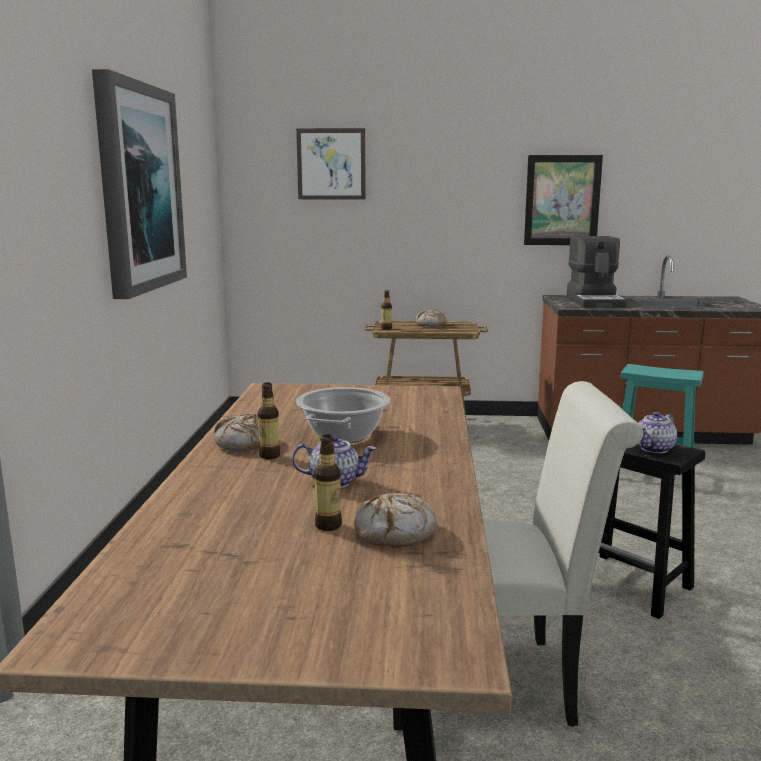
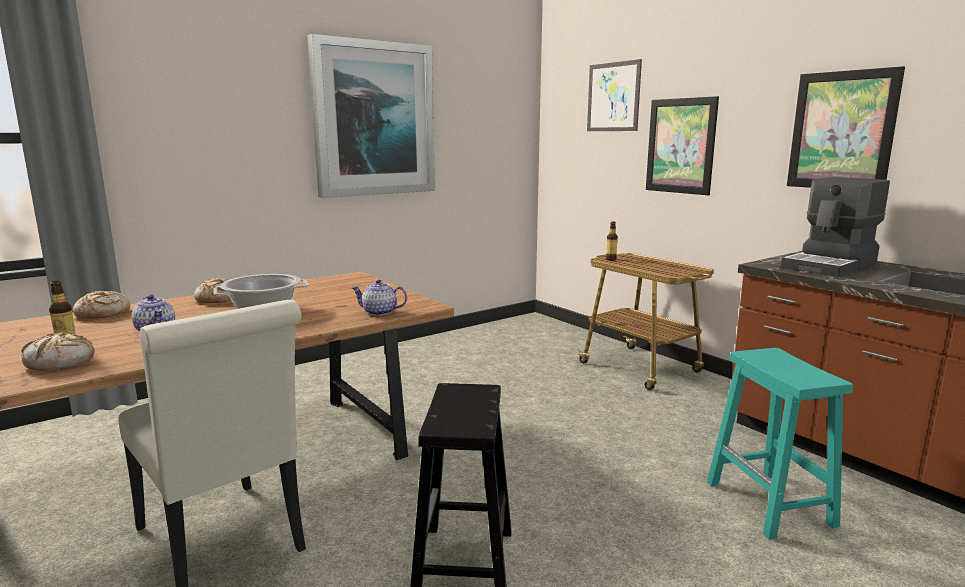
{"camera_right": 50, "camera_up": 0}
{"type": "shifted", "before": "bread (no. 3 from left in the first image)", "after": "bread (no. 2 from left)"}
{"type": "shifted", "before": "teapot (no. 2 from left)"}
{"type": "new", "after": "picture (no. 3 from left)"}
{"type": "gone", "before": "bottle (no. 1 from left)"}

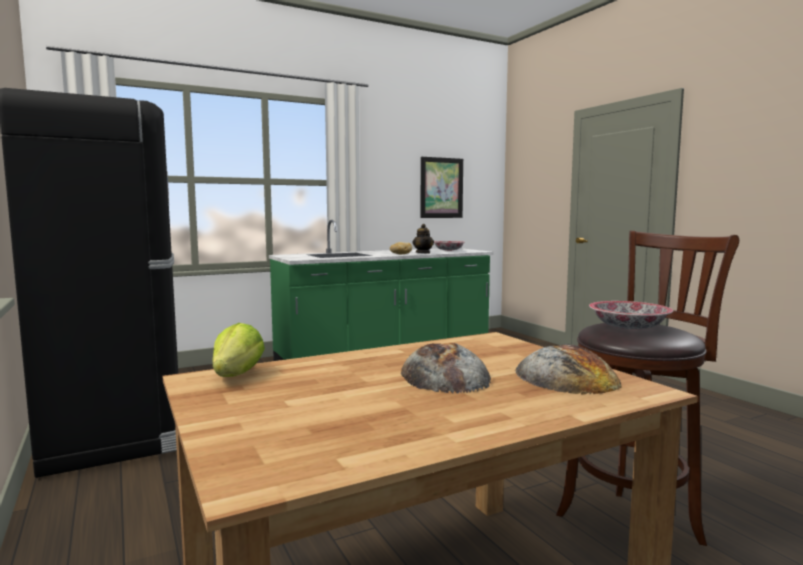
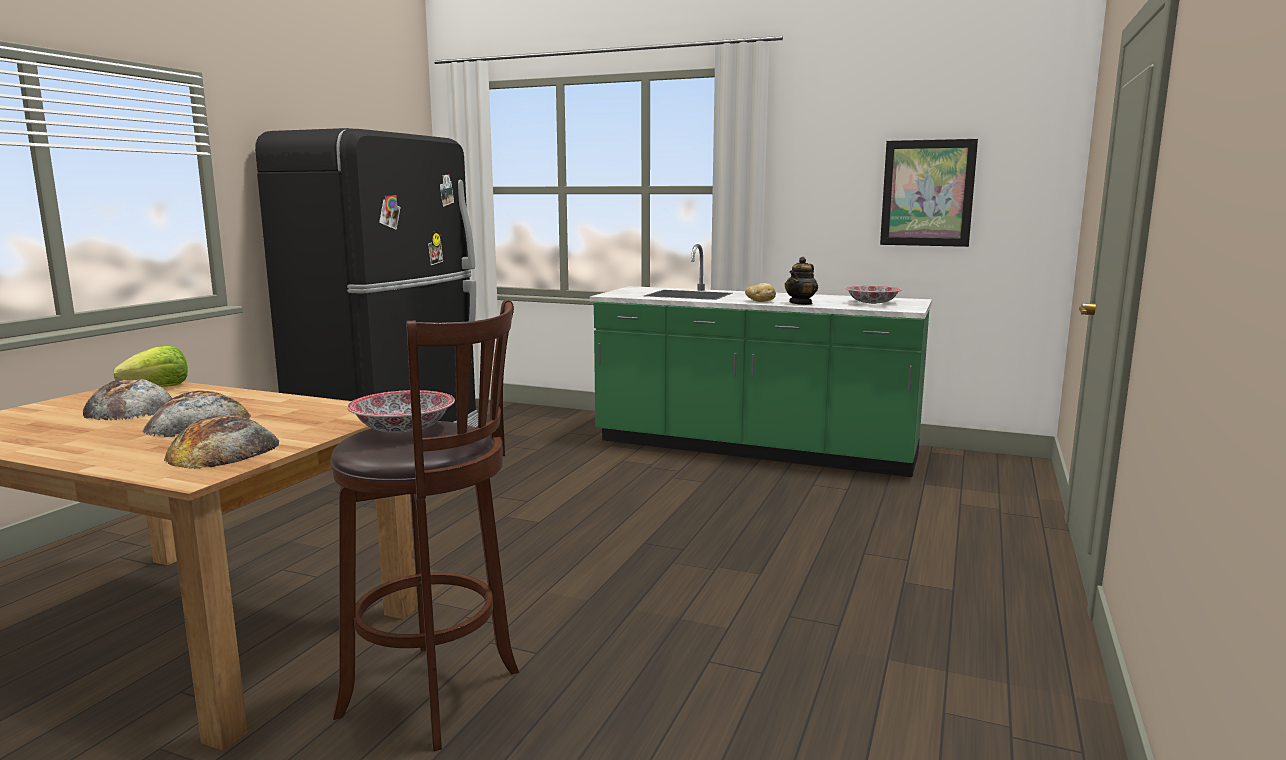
{"camera_right": 50, "camera_up": 5}
{"type": "new", "after": "bread (no. 1 from left)"}

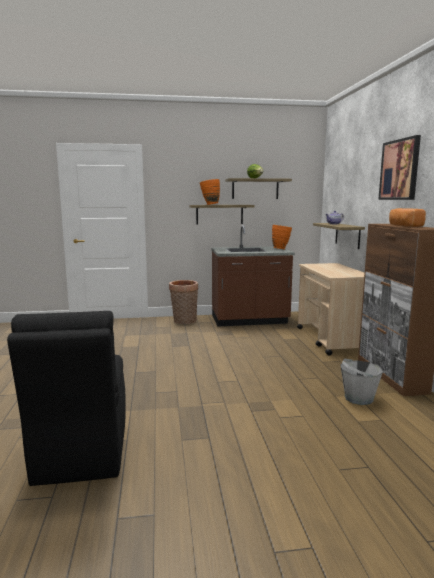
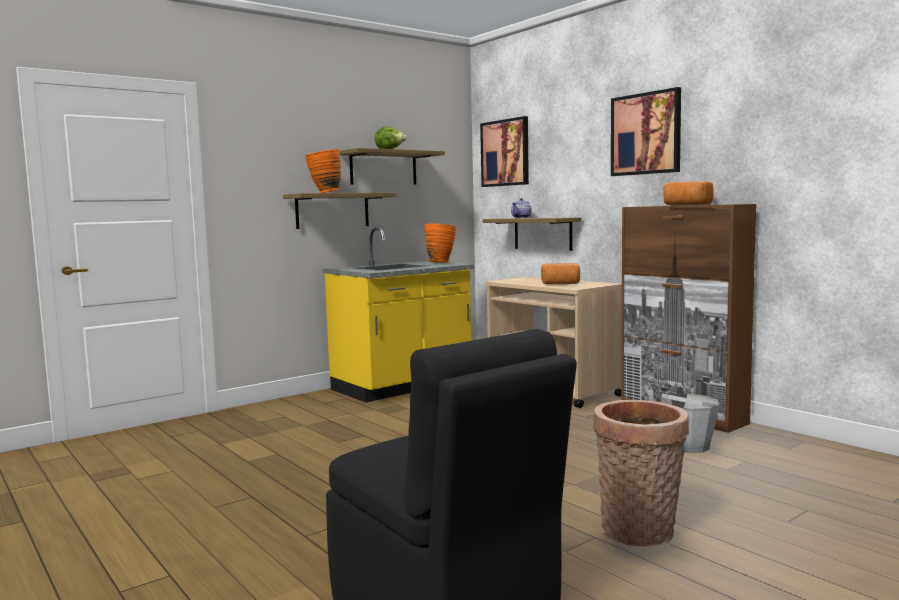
{"camera_right": -30, "camera_up": -5}
{"type": "repainted", "before": "brown counter", "after": "yellow counter"}
{"type": "new", "after": "picture (no. 1 from left)"}
{"type": "new", "after": "bread (no. 1 from left)"}
{"type": "shifted", "before": "basket"}

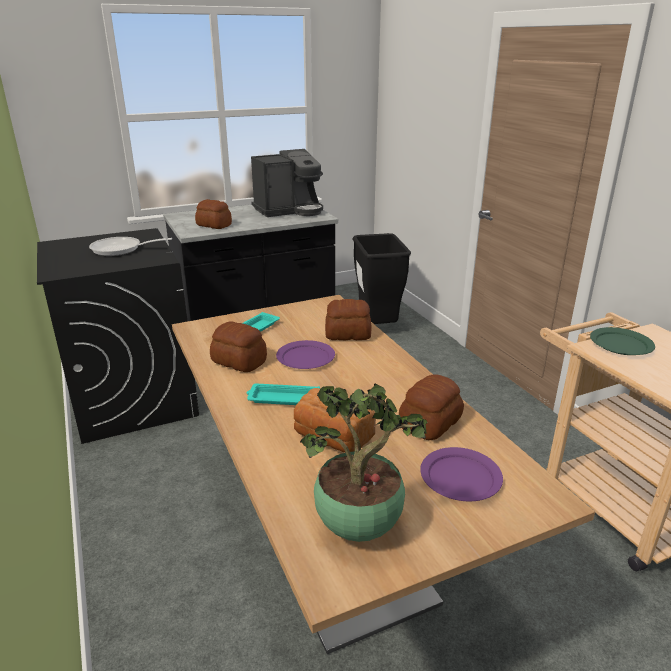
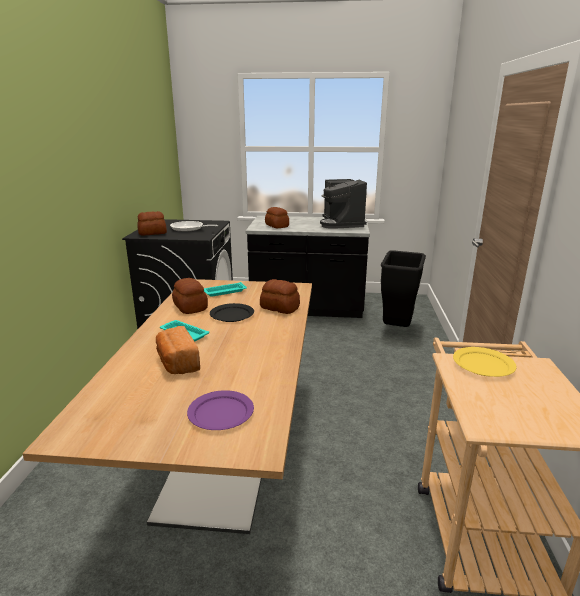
{"camera_right": 30, "camera_up": -5}
{"type": "shifted", "before": "bread (no. 5 from left in the first image)", "after": "bread (no. 1 from left)"}
{"type": "repainted", "before": "purple plate (no. 1 from left)", "after": "black plate"}
{"type": "rotated", "before": "coffee machine", "turn": 75}
{"type": "repainted", "before": "green plate", "after": "yellow plate"}
{"type": "gone", "before": "potted plant"}

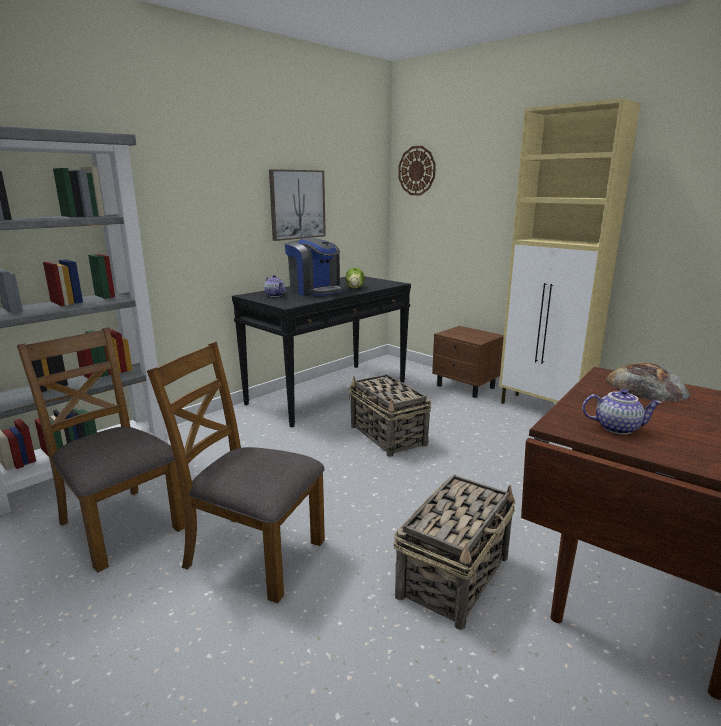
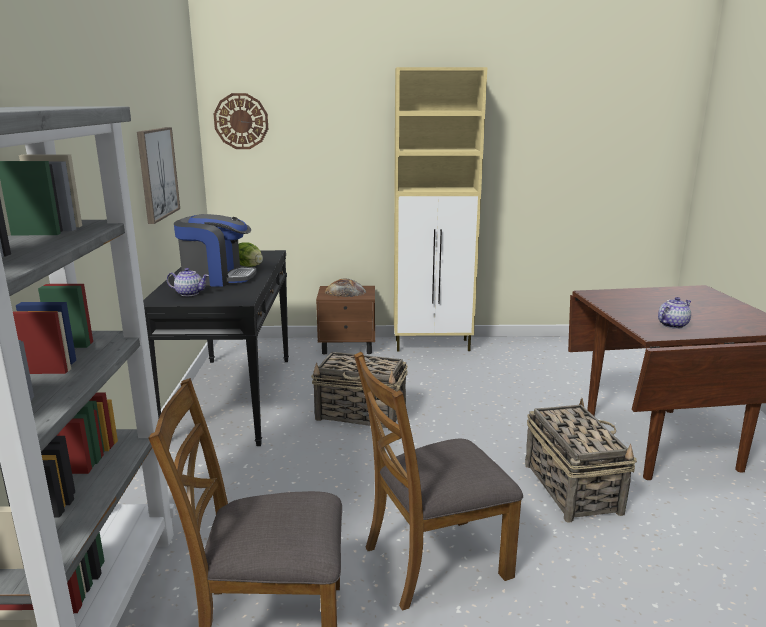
{"camera_right": -45, "camera_up": 0}
{"type": "shifted", "before": "bread"}

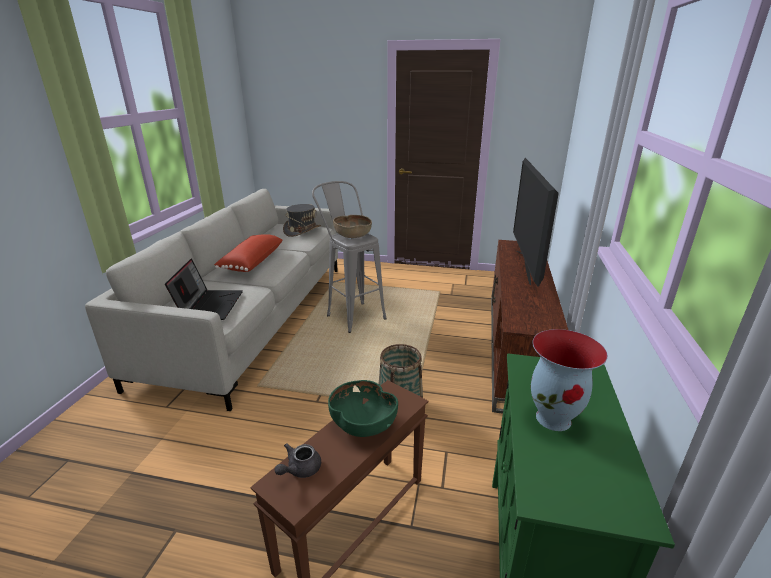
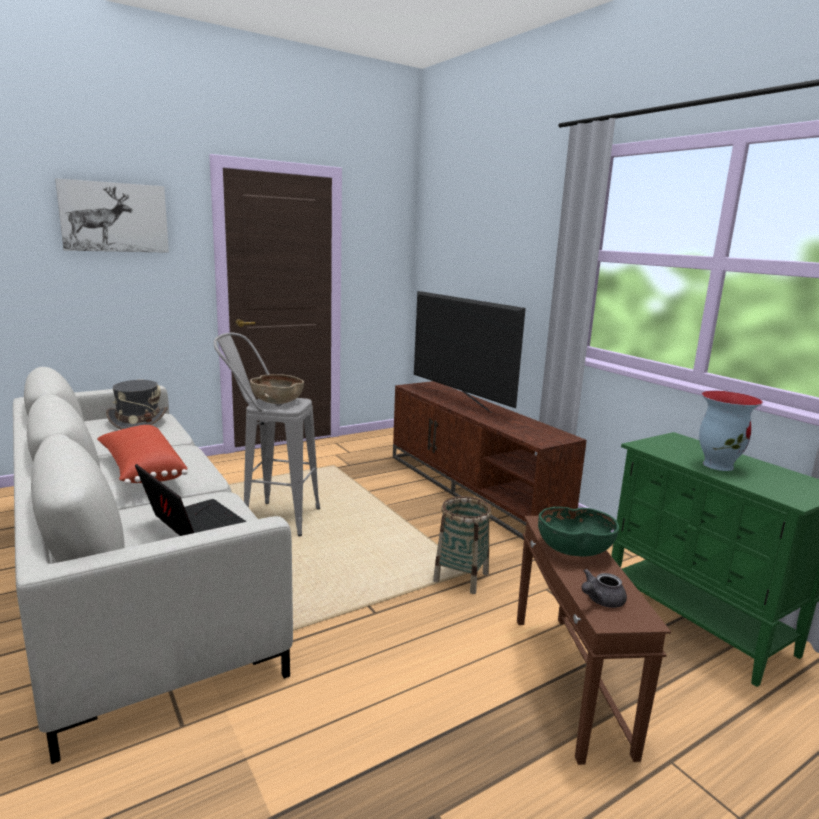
{"camera_right": -45, "camera_up": -10}
{"type": "new", "after": "picture"}
{"type": "rotated", "before": "grey teapot", "turn": 60}

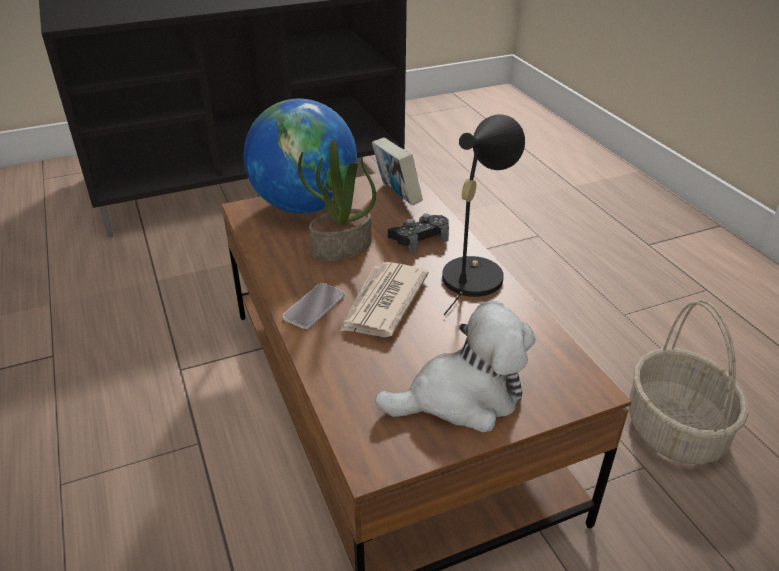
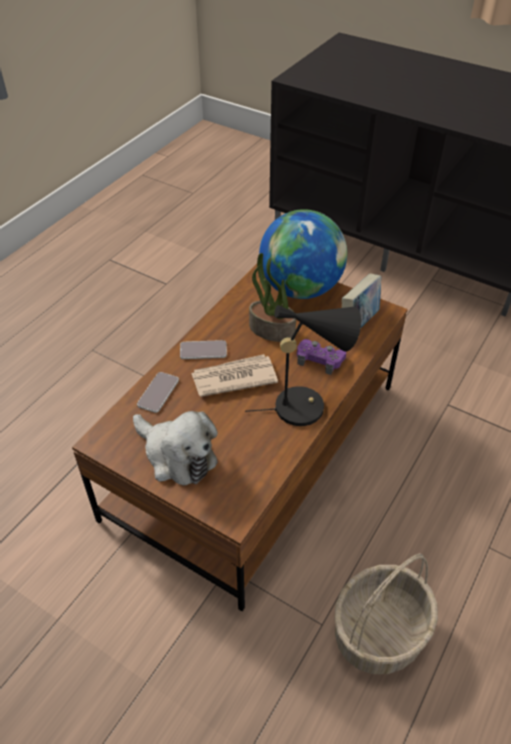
{"camera_right": 55, "camera_up": 10}
{"type": "new", "after": "phone (no. 1 from left)"}
{"type": "repainted", "before": "black game controller", "after": "purple game controller"}

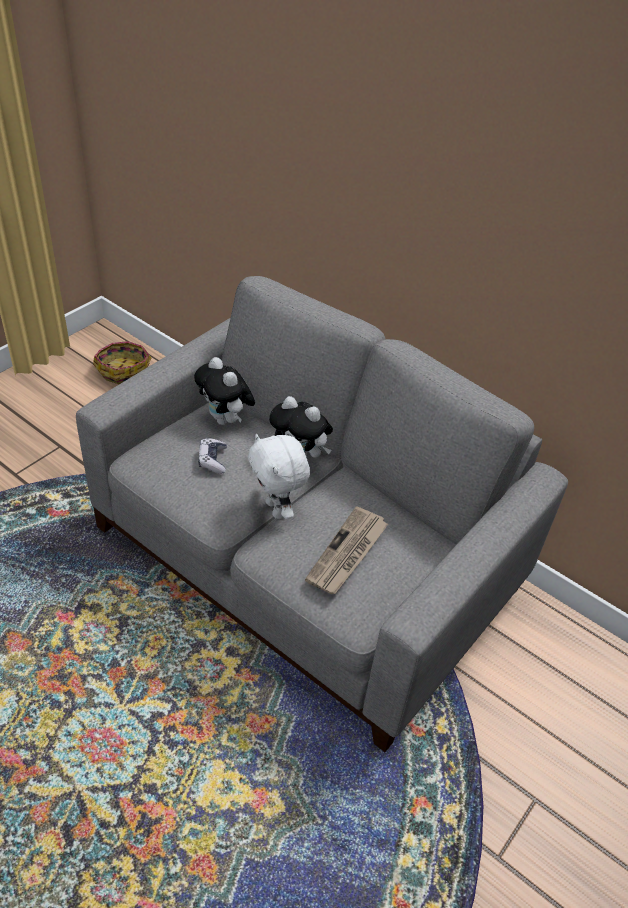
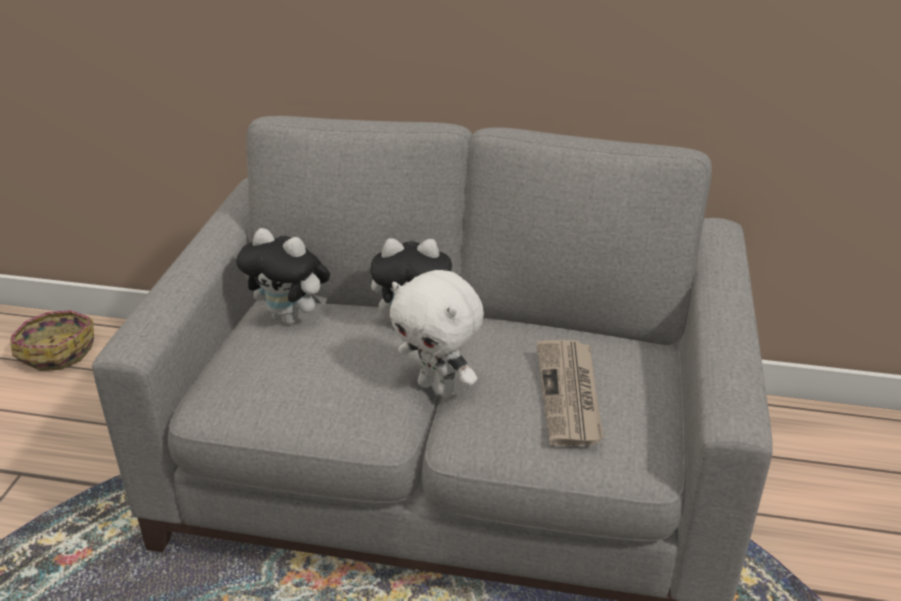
{"camera_right": -25, "camera_up": -10}
{"type": "gone", "before": "game controller"}

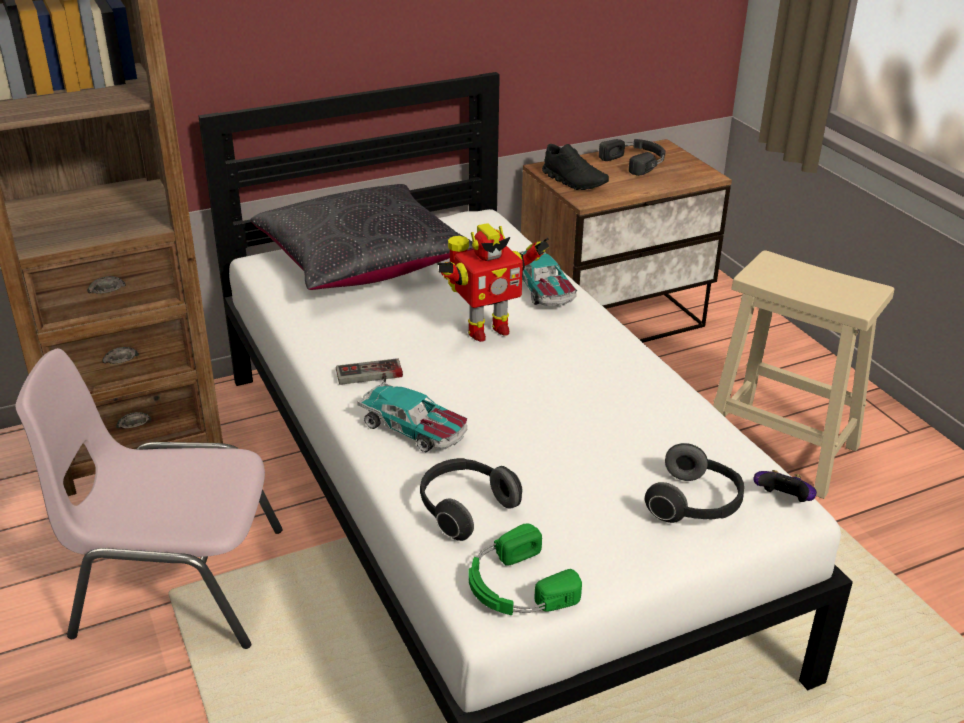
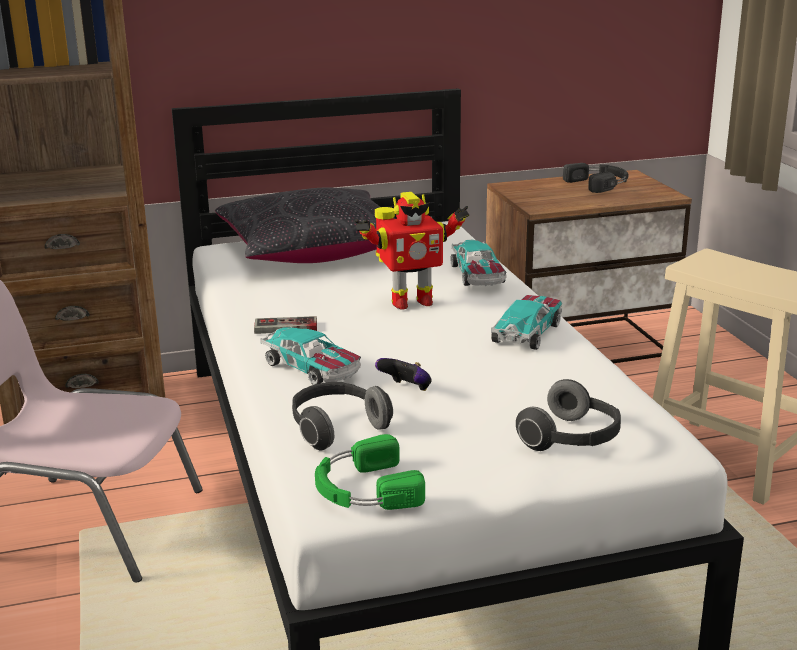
{"camera_right": 10, "camera_up": -10}
{"type": "shifted", "before": "game controller (no. 2 from left)"}
{"type": "new", "after": "toy car (no. 3 from left)"}
{"type": "gone", "before": "black shoe"}

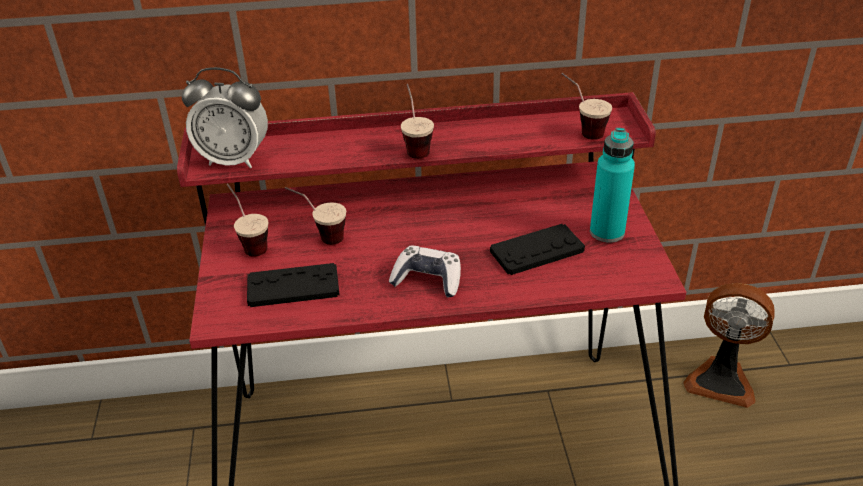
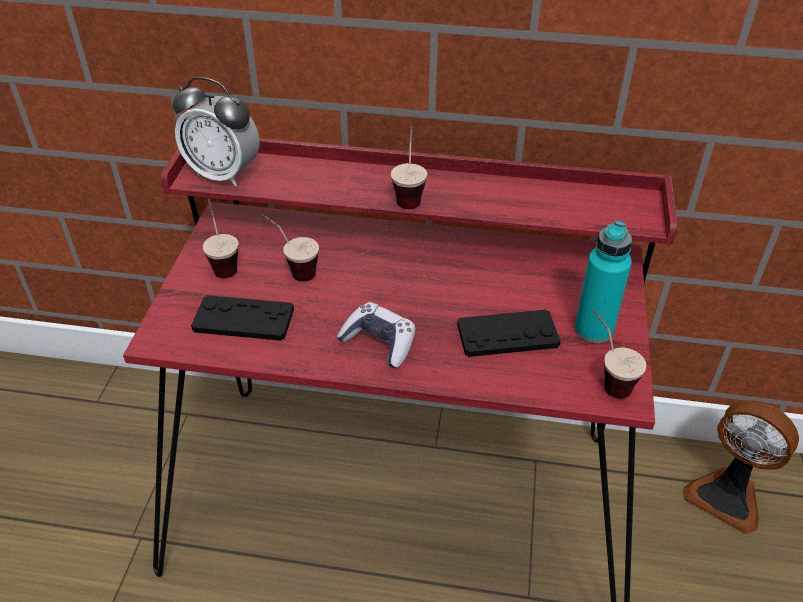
{"camera_right": 15, "camera_up": 5}
{"type": "shifted", "before": "cup (no. 4 from left)"}

